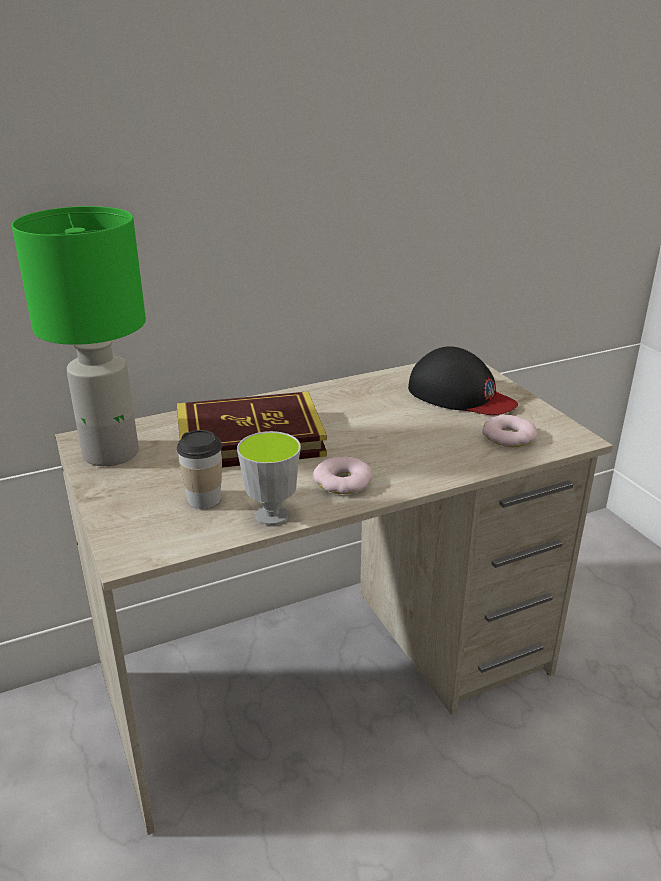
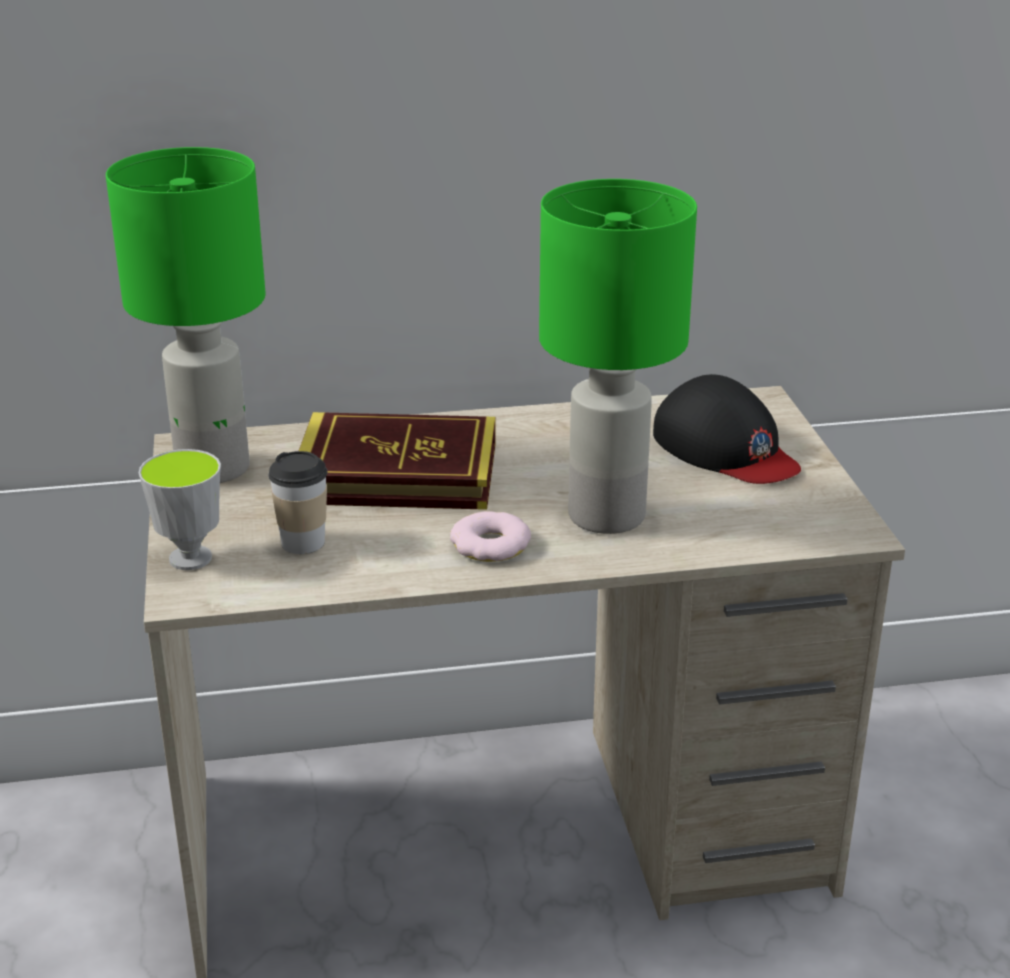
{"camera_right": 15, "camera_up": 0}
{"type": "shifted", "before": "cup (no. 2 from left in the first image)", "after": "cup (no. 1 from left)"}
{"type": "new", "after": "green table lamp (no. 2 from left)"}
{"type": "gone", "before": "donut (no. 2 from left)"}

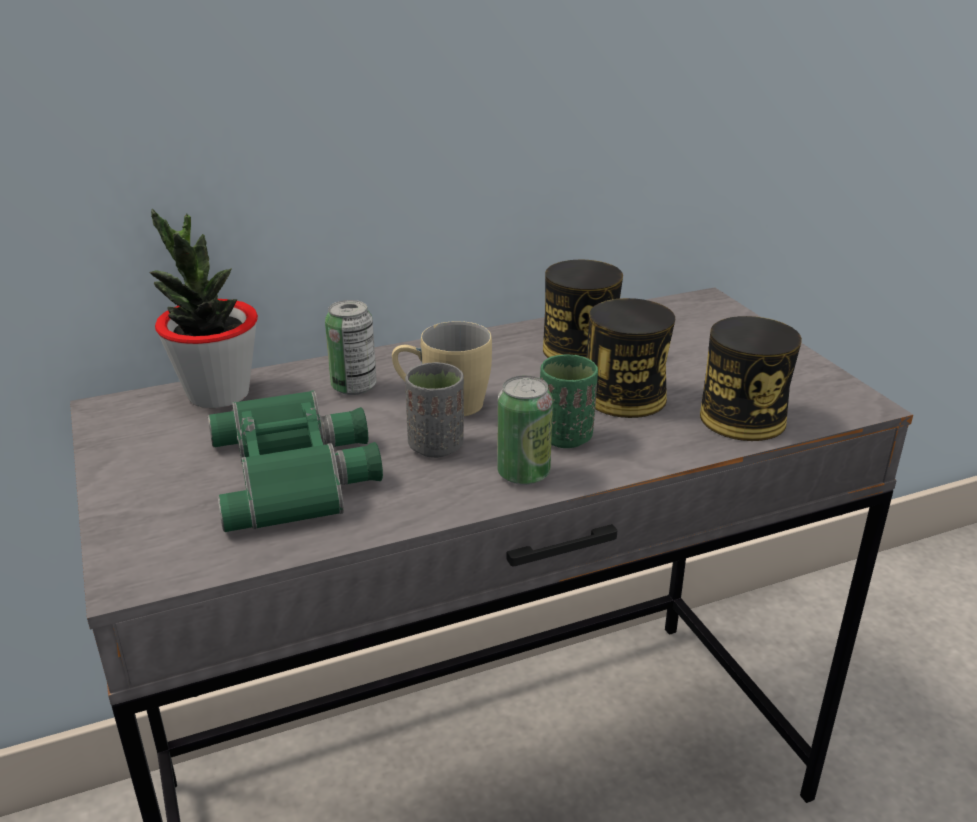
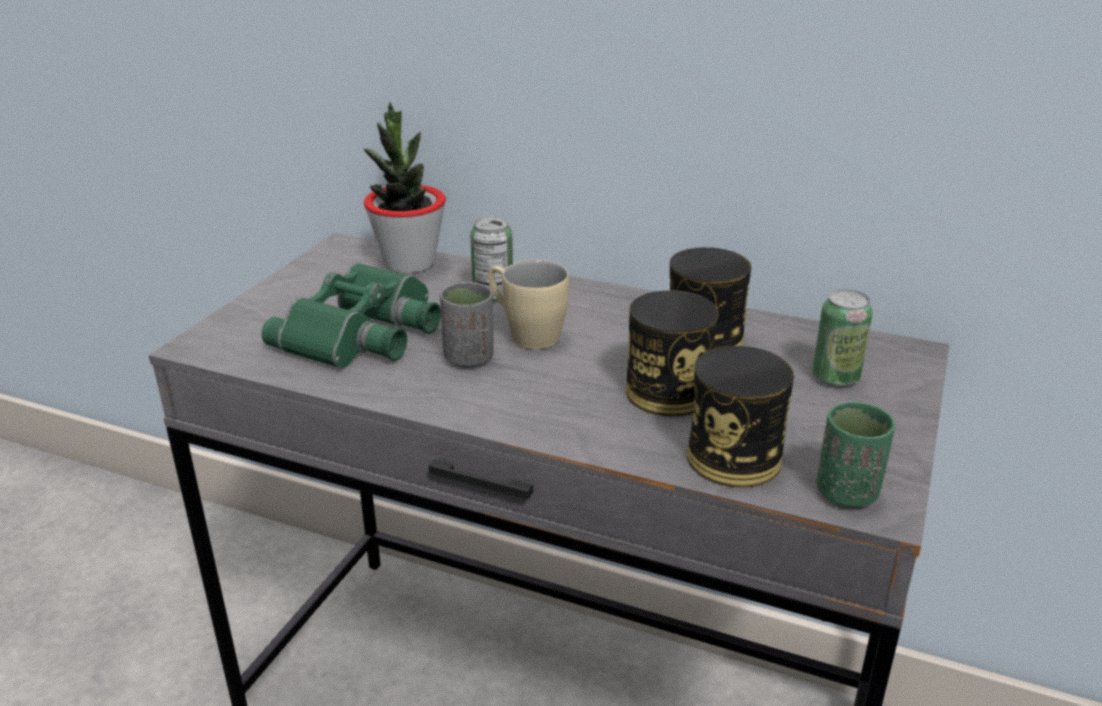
{"camera_right": 45, "camera_up": 0}
{"type": "shifted", "before": "can (no. 2 from left in the first image)", "after": "can (no. 5 from left)"}
{"type": "shifted", "before": "green cup"}

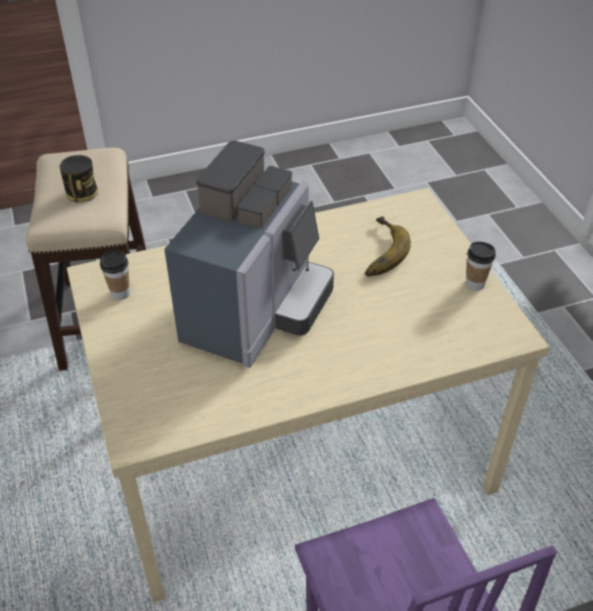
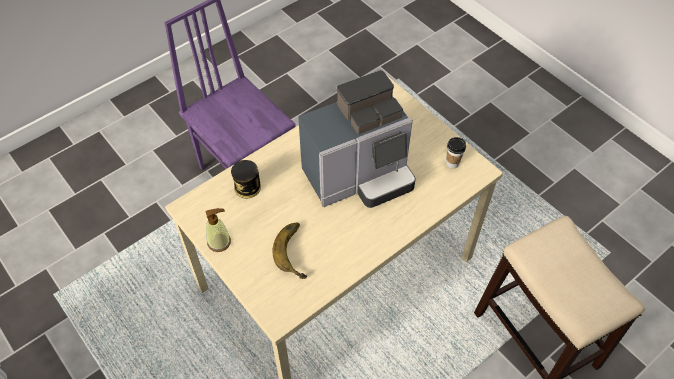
{"camera_right": 160, "camera_up": 10}
{"type": "swapped", "before": "cup (no. 2 from left)", "after": "soap dispenser"}
{"type": "shifted", "before": "can"}
{"type": "rotated", "before": "coffee machine", "turn": -120}

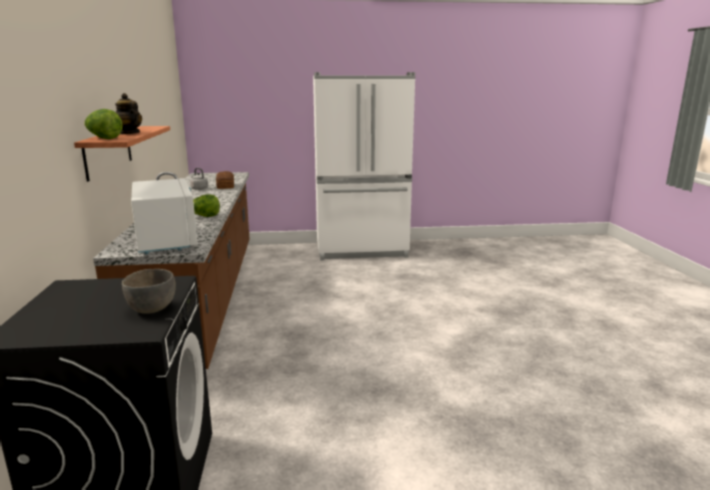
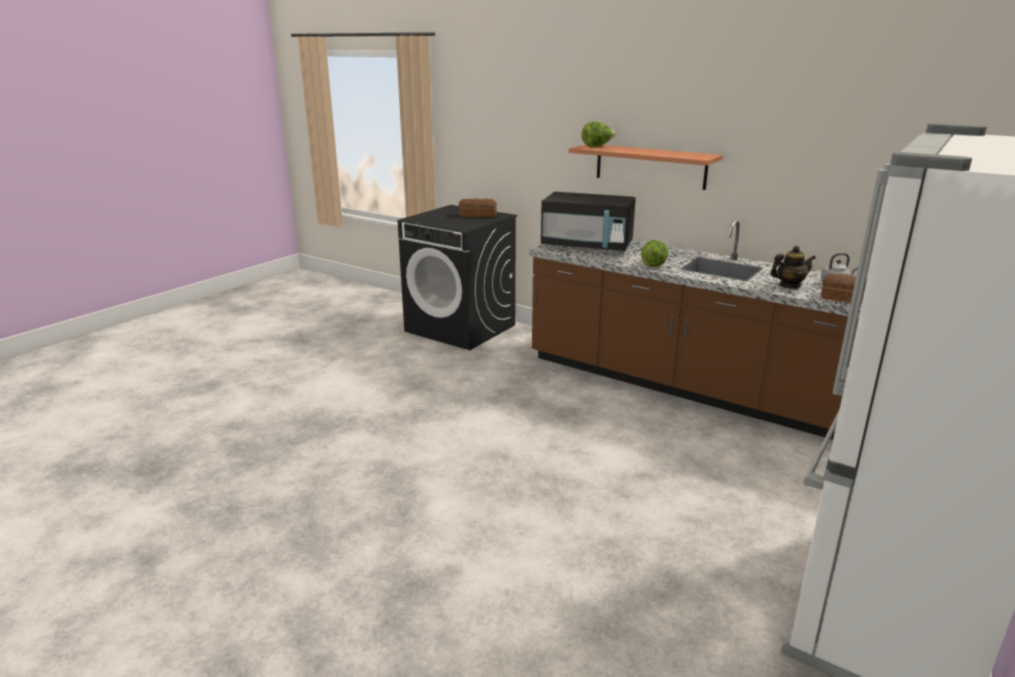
{"camera_right": 130, "camera_up": 5}
{"type": "new", "after": "bread (no. 1 from left)"}
{"type": "repainted", "before": "white microwave", "after": "black microwave"}
{"type": "shifted", "before": "teapot"}
{"type": "gone", "before": "grey bowl"}

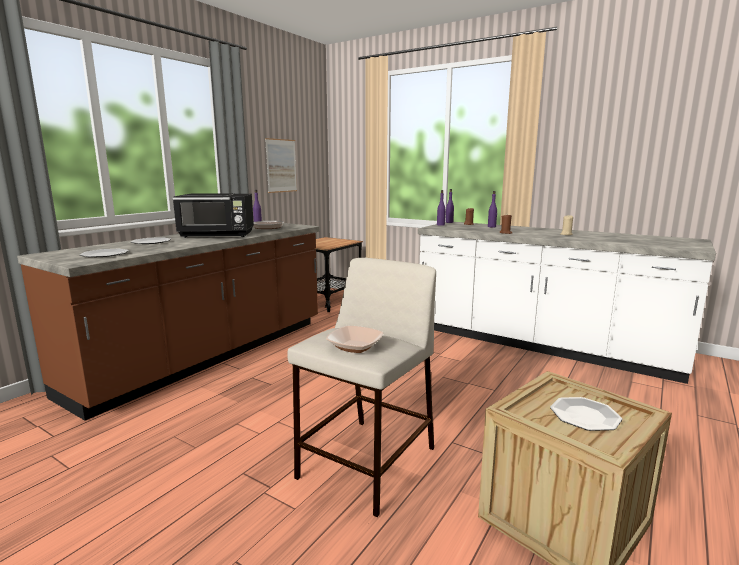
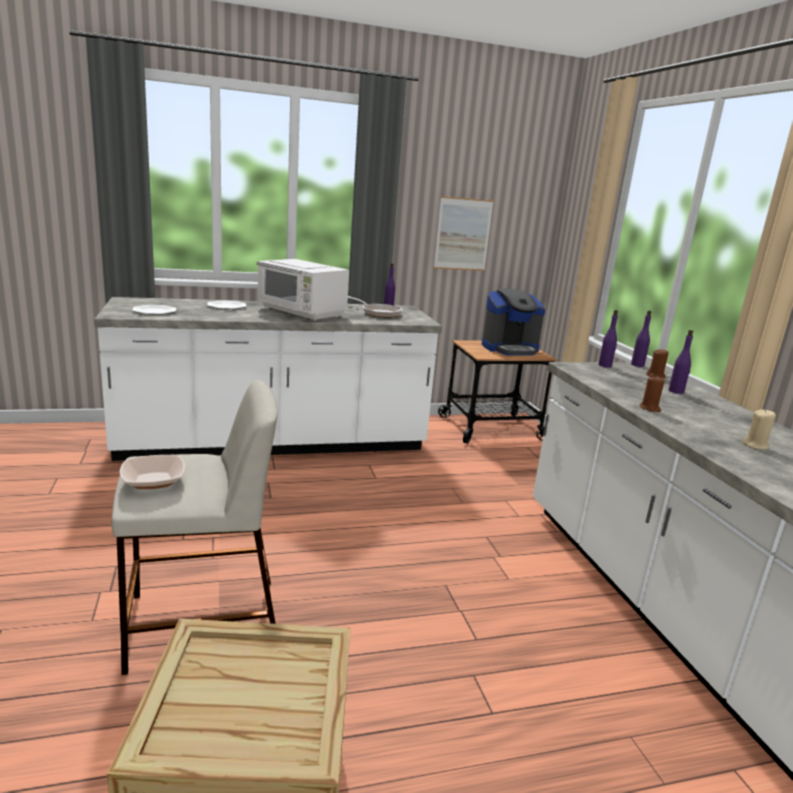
{"camera_right": 40, "camera_up": 5}
{"type": "repainted", "before": "brown counter", "after": "white counter (no. 1 from left)"}
{"type": "repainted", "before": "black microwave", "after": "white microwave"}
{"type": "new", "after": "coffee machine"}
{"type": "gone", "before": "plate (no. 3 from left)"}

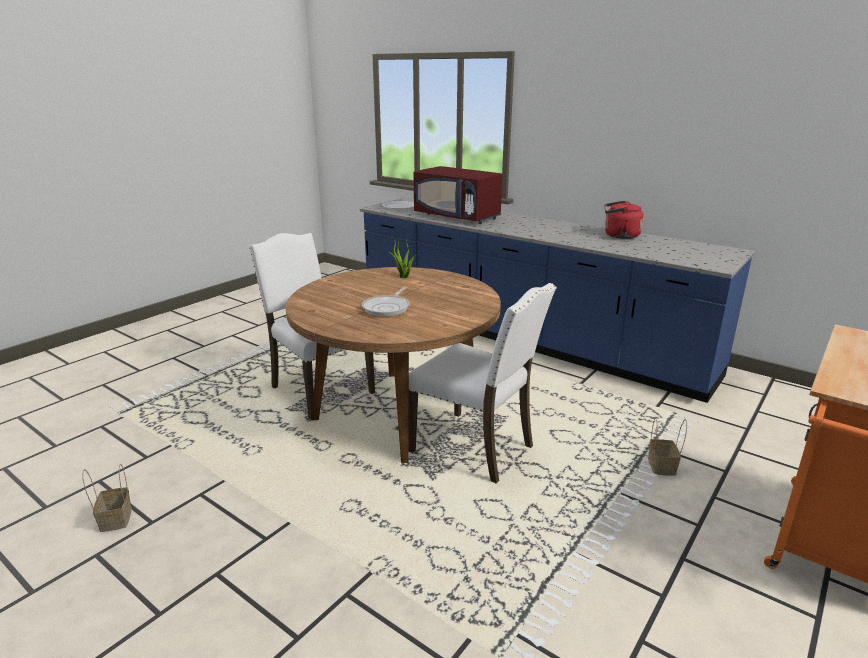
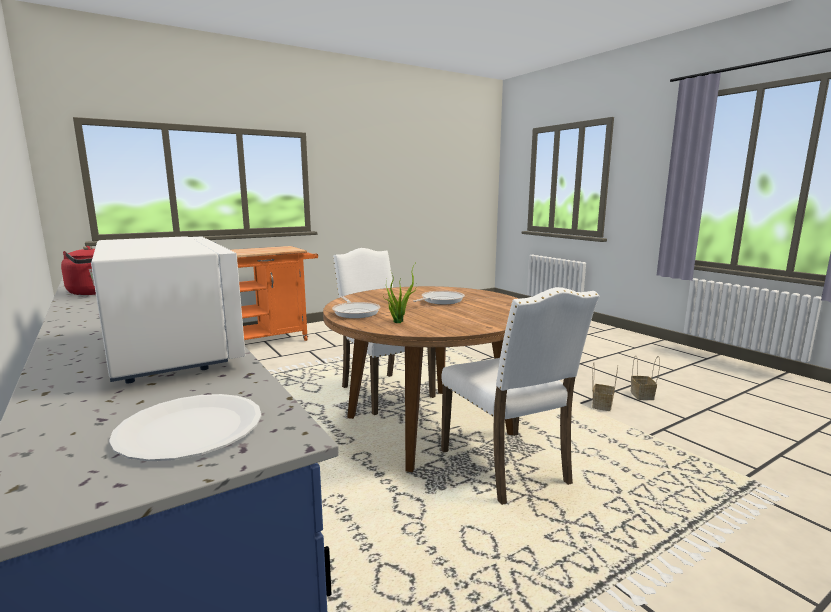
{"camera_right": -160, "camera_up": -10}
{"type": "repainted", "before": "red microwave", "after": "white microwave"}
{"type": "new", "after": "frying pan (no. 1 from left)"}
{"type": "shifted", "before": "basket (no. 2 from left in the first image)", "after": "basket (no. 1 from left)"}

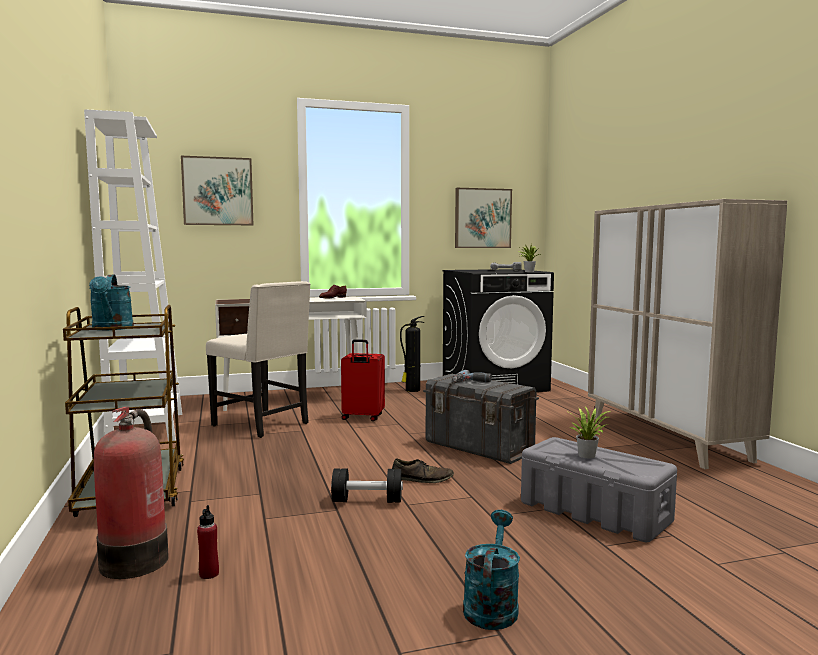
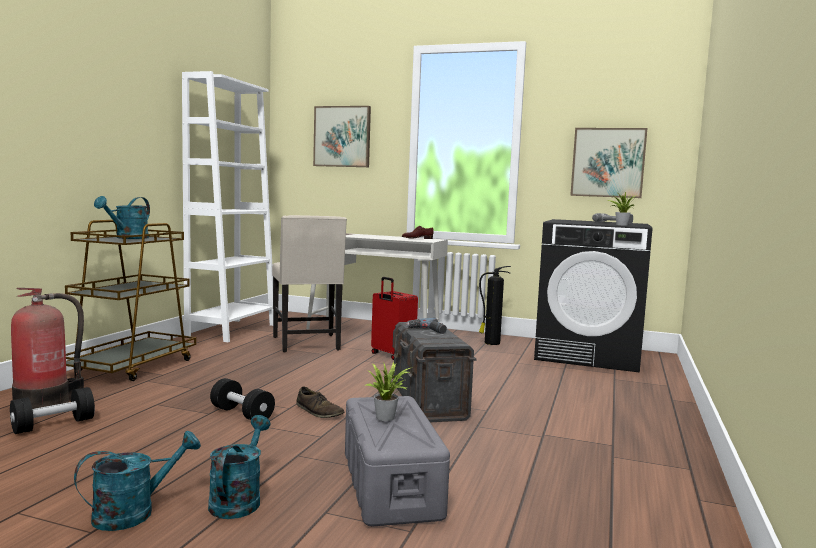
{"camera_right": 35, "camera_up": 0}
{"type": "swapped", "before": "red bottle", "after": "black dumbbell (no. 1 from left)"}
{"type": "new", "after": "turquoise watering can (no. 3 from left)"}
{"type": "gone", "before": "beige cabinet"}

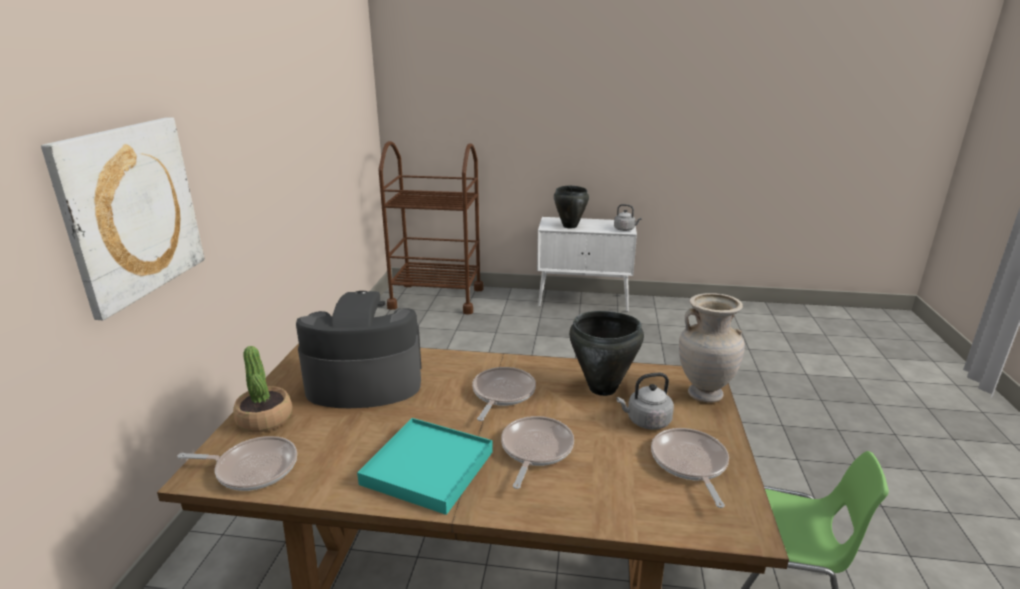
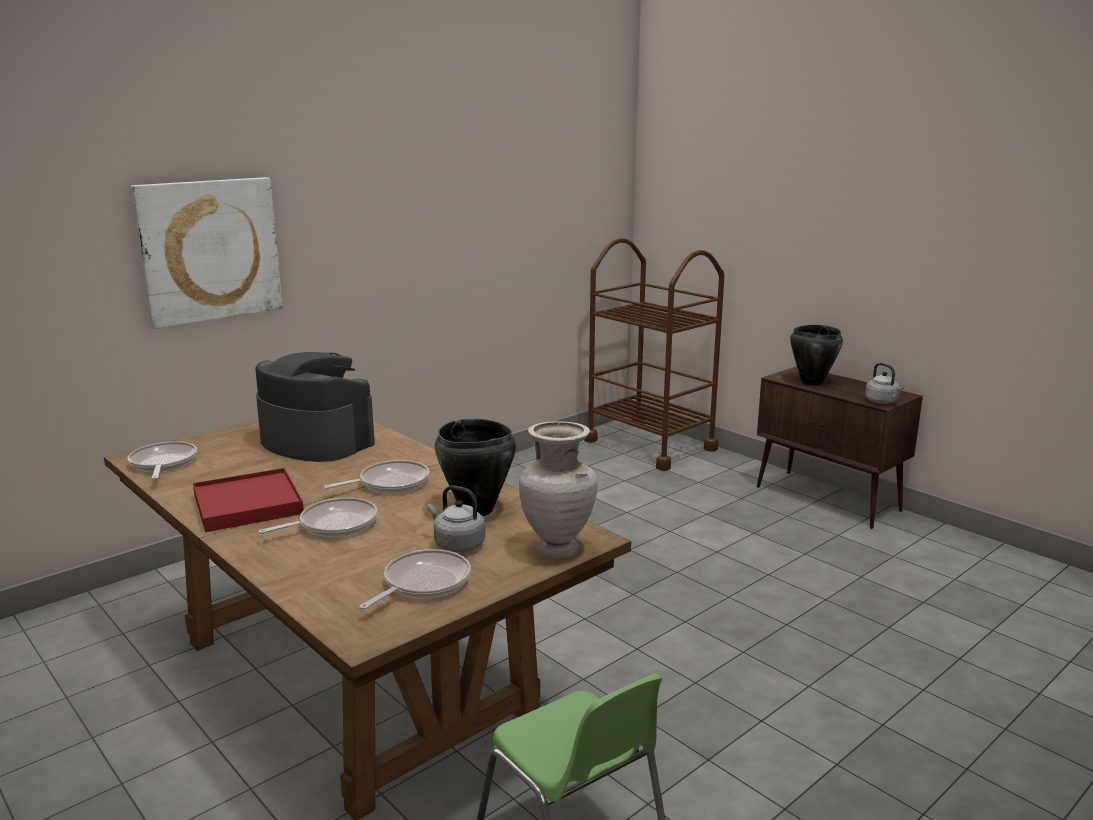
{"camera_right": 40, "camera_up": -5}
{"type": "rotated", "before": "frying pan (no. 1 from left)", "turn": -150}
{"type": "repainted", "before": "turquoise tray", "after": "red tray"}
{"type": "repainted", "before": "white cabinet", "after": "brown cabinet"}
{"type": "gone", "before": "potted plant"}

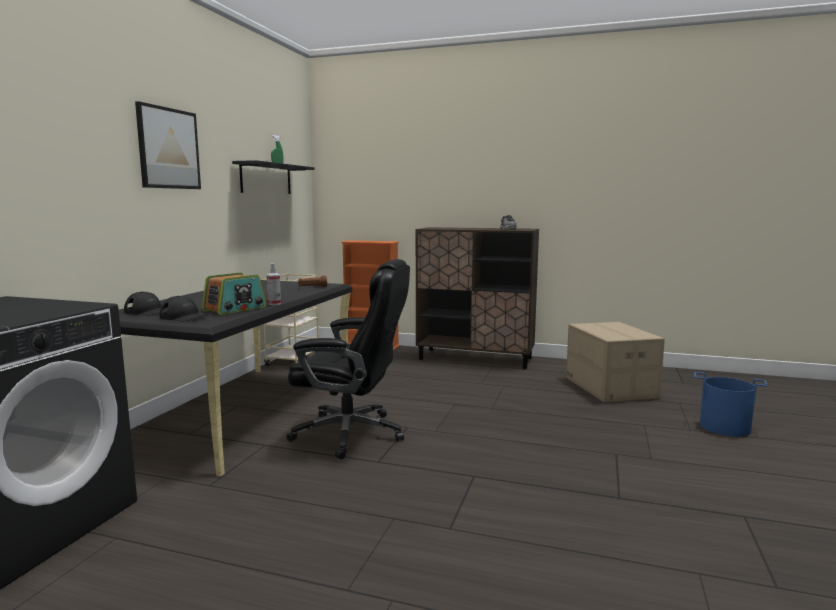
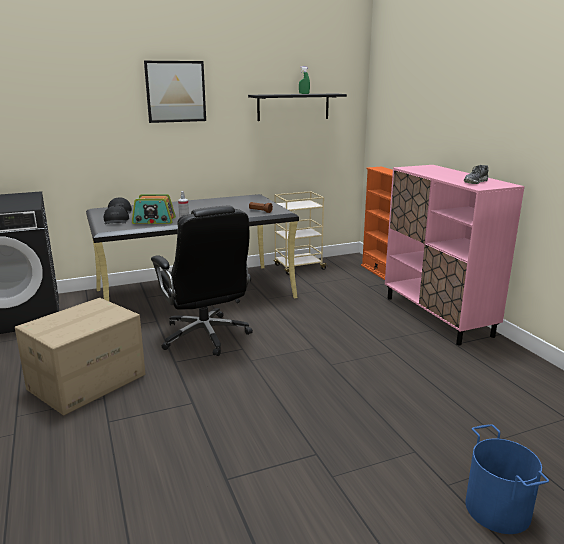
{"camera_right": 50, "camera_up": 10}
{"type": "shifted", "before": "cardboard box"}
{"type": "repainted", "before": "brown cabinet", "after": "pink cabinet"}

